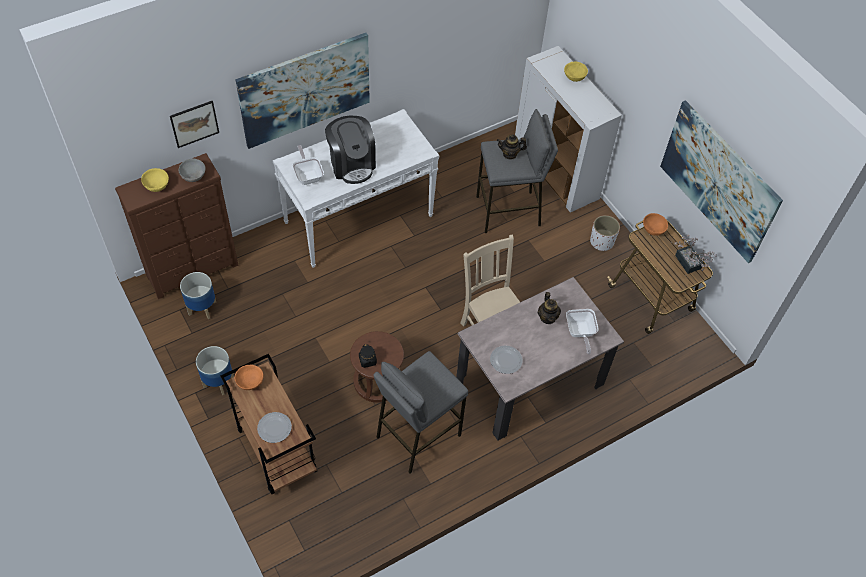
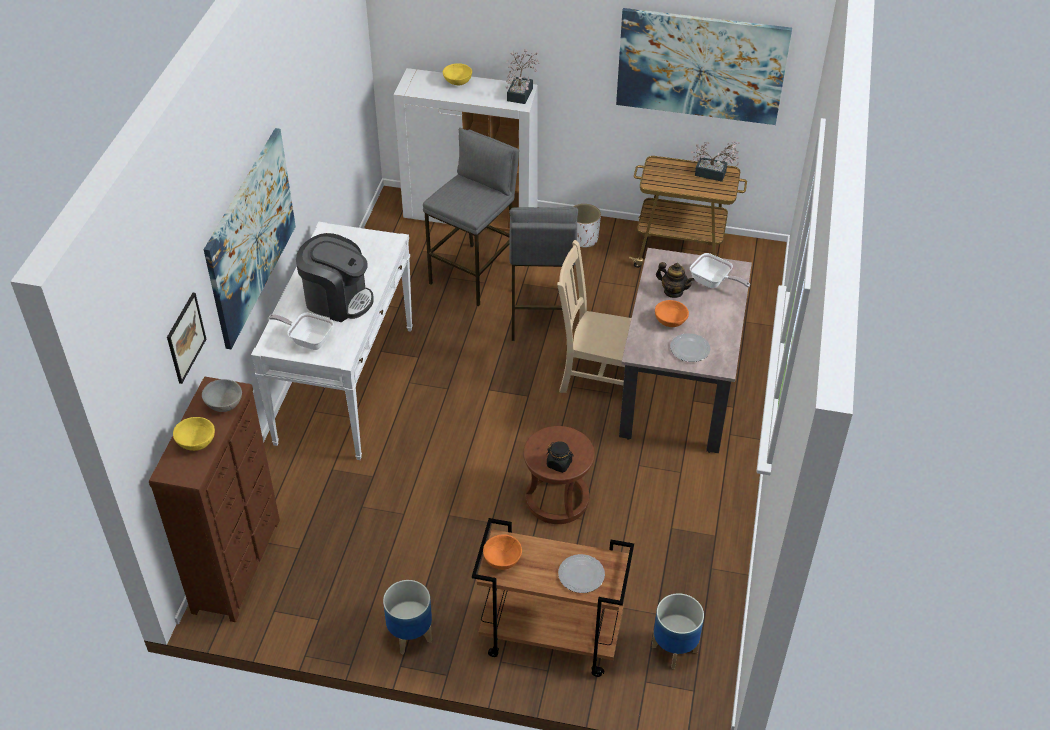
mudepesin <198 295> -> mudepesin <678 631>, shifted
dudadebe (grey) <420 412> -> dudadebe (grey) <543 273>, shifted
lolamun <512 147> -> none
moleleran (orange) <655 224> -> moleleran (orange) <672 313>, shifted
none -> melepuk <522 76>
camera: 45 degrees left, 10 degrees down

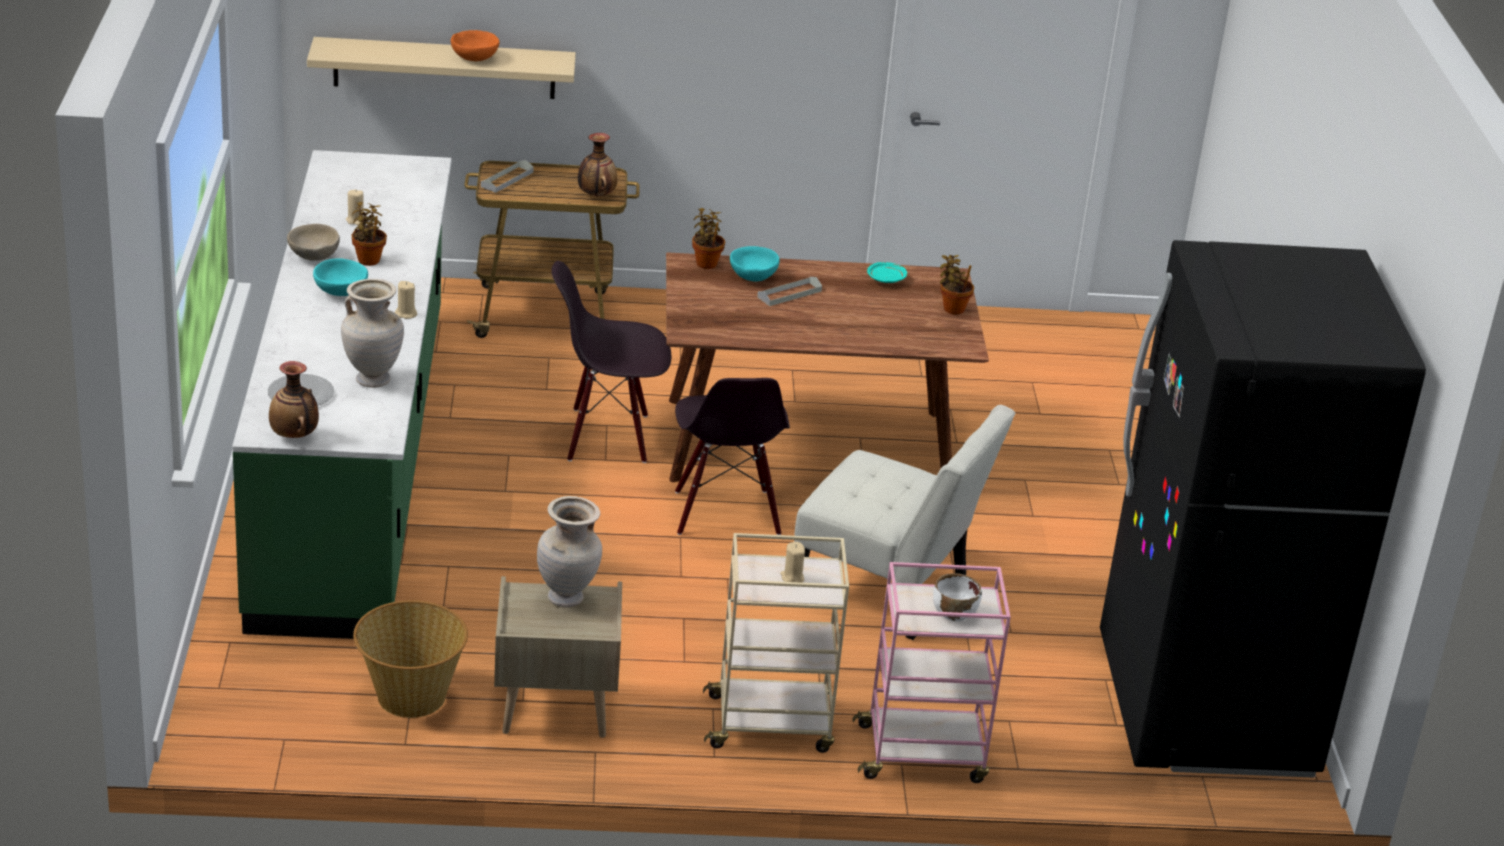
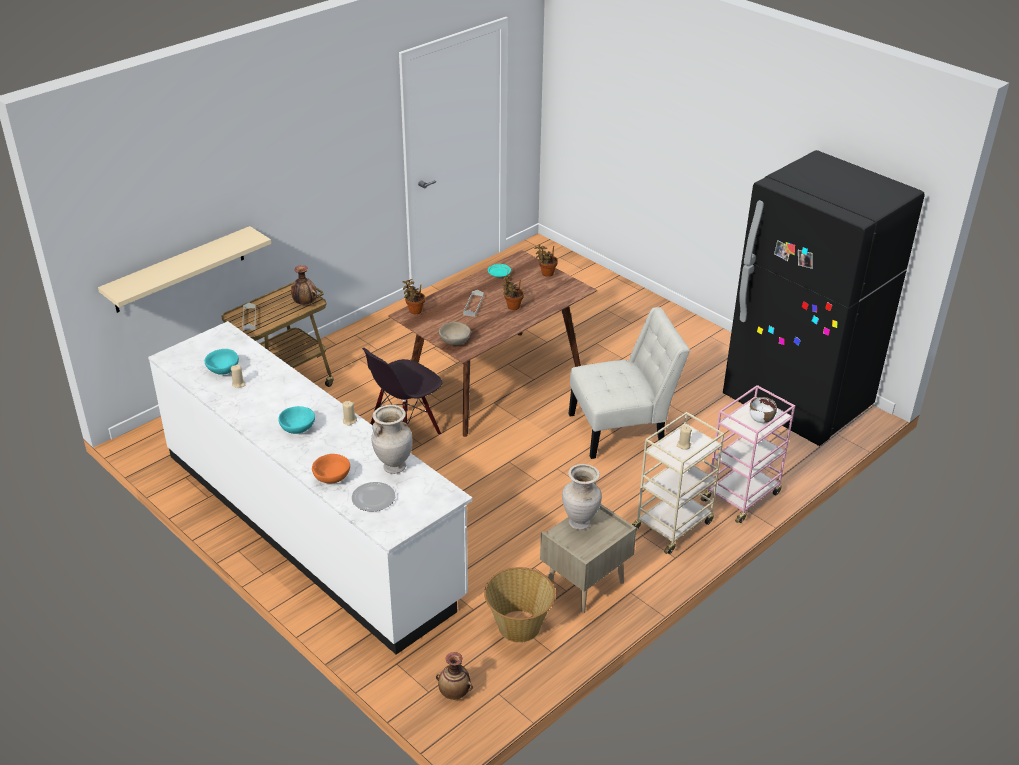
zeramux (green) <342 394> -> zeramux (white) <310 488>
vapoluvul <294 399> -> vapoluvul <454 676>, shifted
moleleran (beige) <313 242> -> moleleran (beige) <455 333>, shifted
melepuk <369 234> -> melepuk <513 292>, shifted
moleleran (orange) <475 45> -> moleleran (orange) <331 469>, shifted
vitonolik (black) <732 456> -> none
moleleran (turquoise) <755 264> -> moleleran (turquoise) <222 362>, shifted
camera: 40 degrees left, 5 degrees up

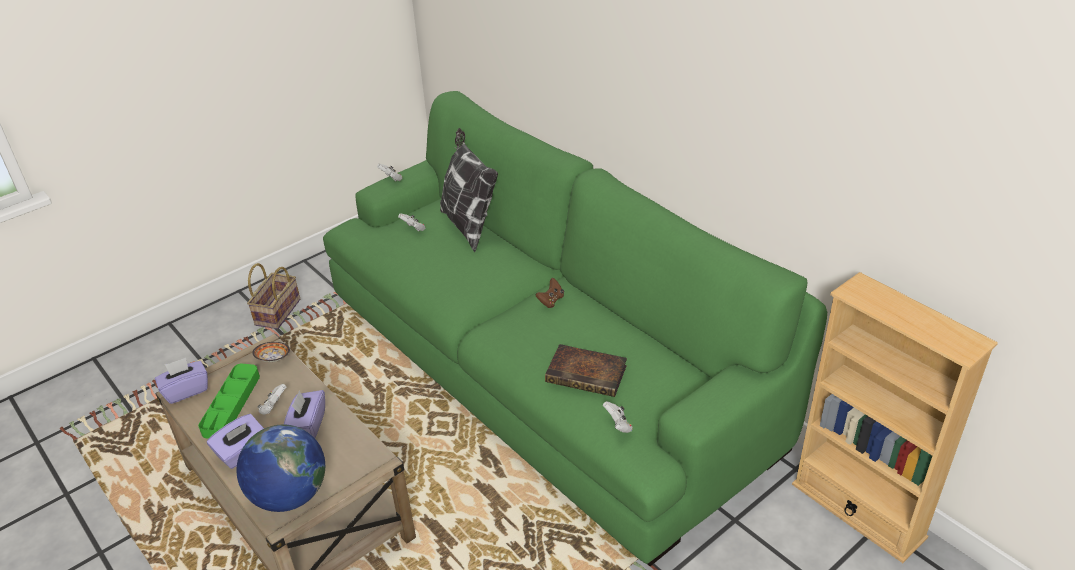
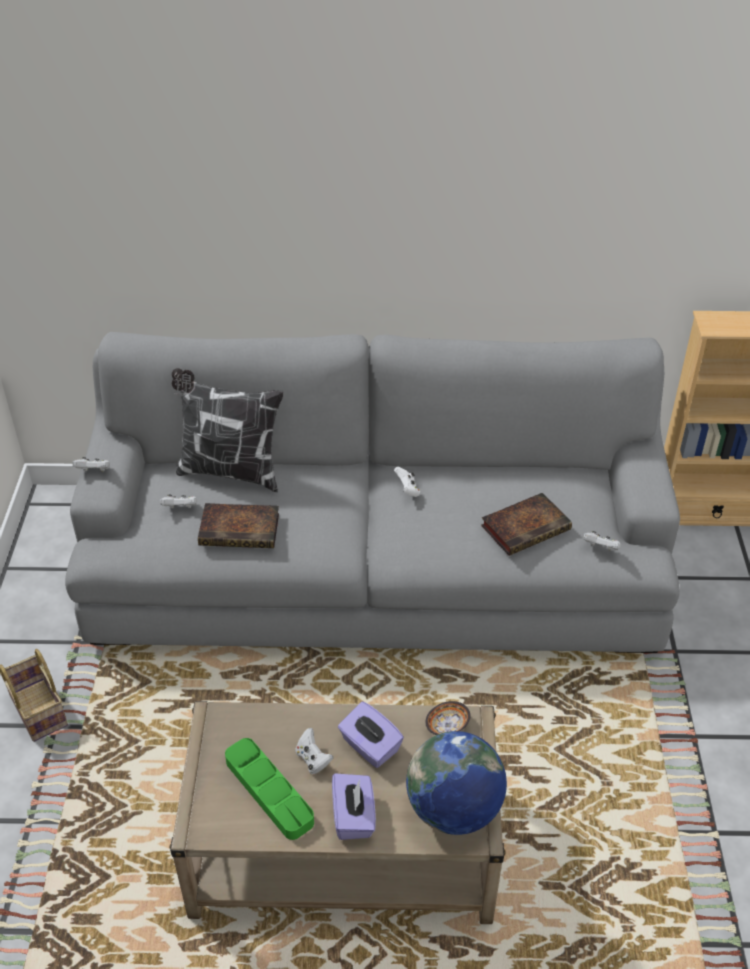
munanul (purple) <181 381> -> none
moleleran <271 352> -> moleleran <447 718>, shifted
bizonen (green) <575 328> -> bizonen (grey) <372 492>
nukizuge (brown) <550 293> -> nukizuge (white) <407 482>
none -> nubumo <238 525>
camera: 50 degrees left, 5 degrees up

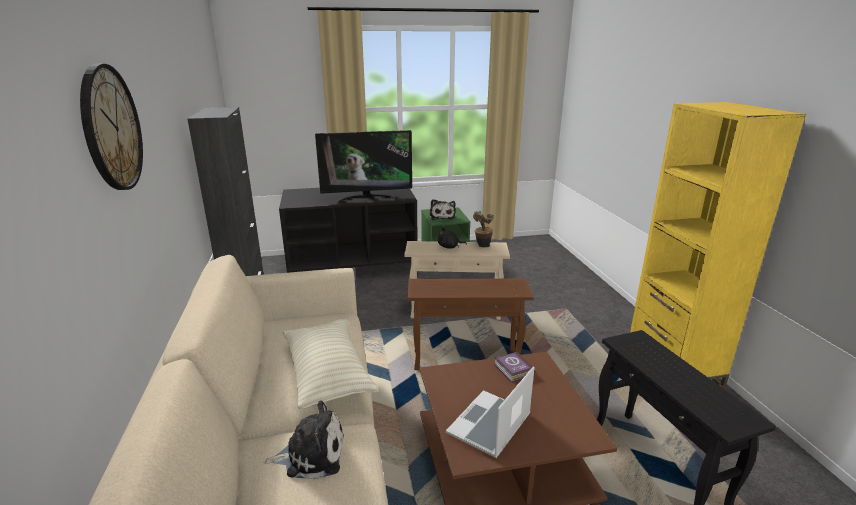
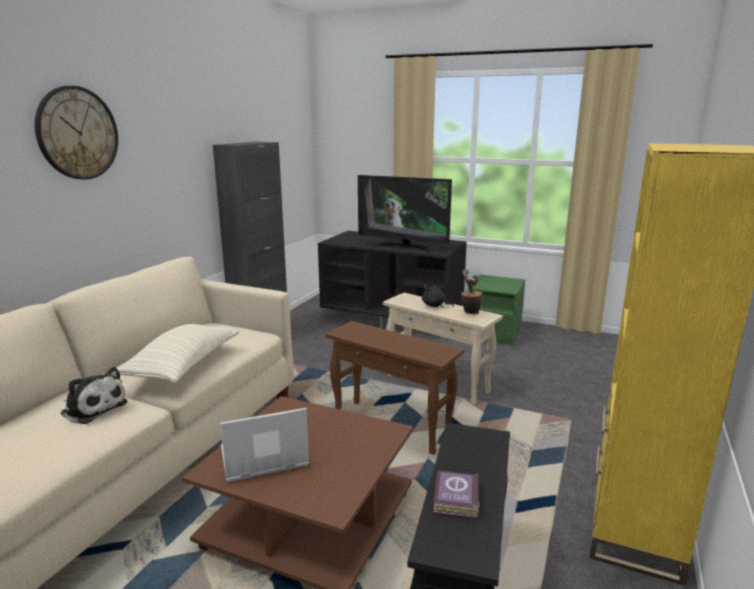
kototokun <442 209> -> none
nubumo <514 367> -> nubumo <456 495>, shifted
camera: 35 degrees right, 5 degrees down

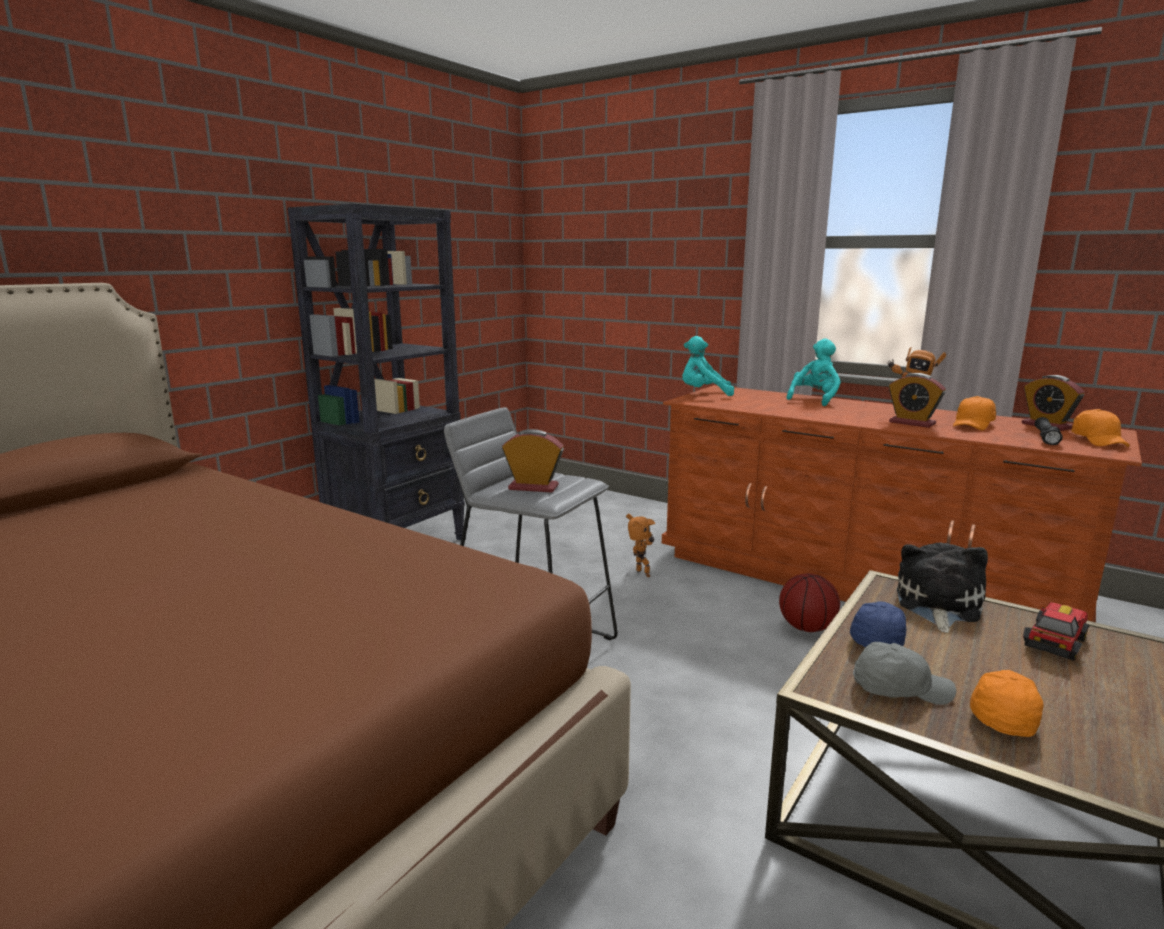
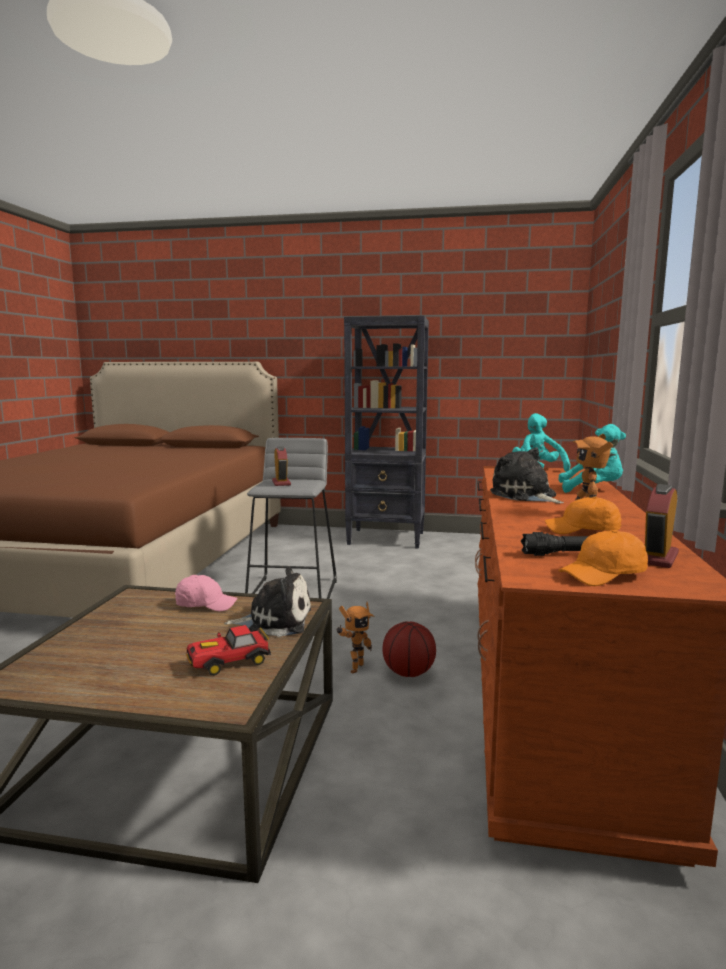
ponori <641 545> -> ponori <356 638>, shifted
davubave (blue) <878 624> -> davubave (pink) <206 593>
davubave (grey) <904 673> -> none
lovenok <917 400> -> none
davubave (orange) <1006 703> -> none
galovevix <1056 631> -> galovevix <228 650>, 135 degrees clockwise
none -> kototokun <527 475>
camera: 65 degrees right, 5 degrees down

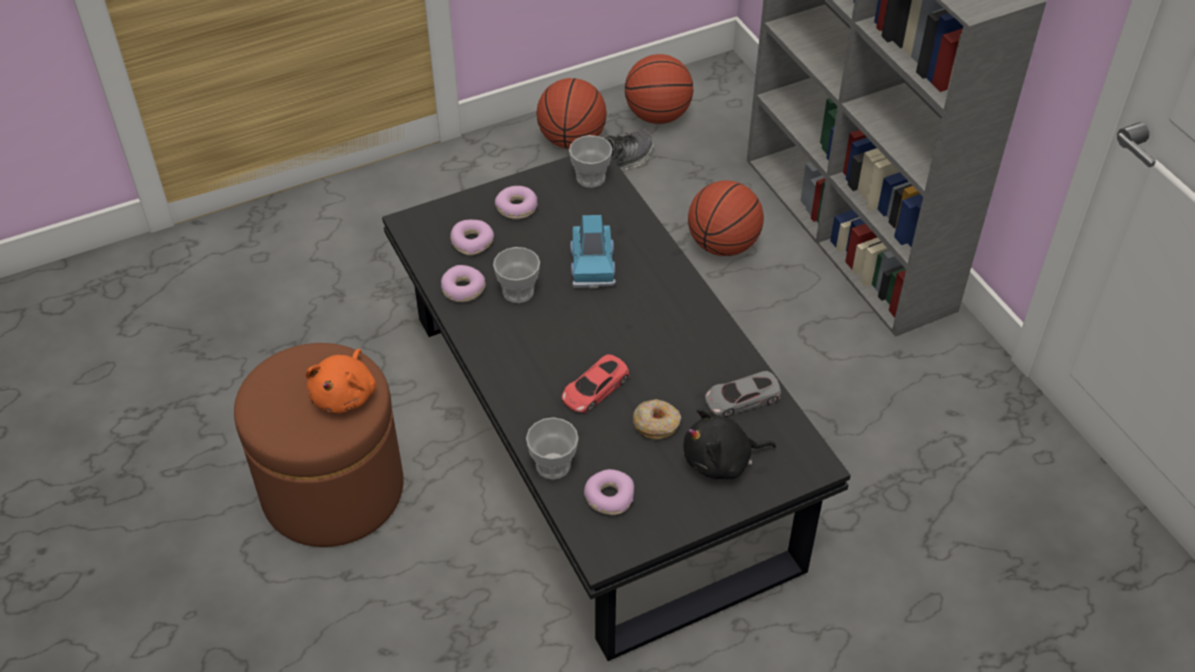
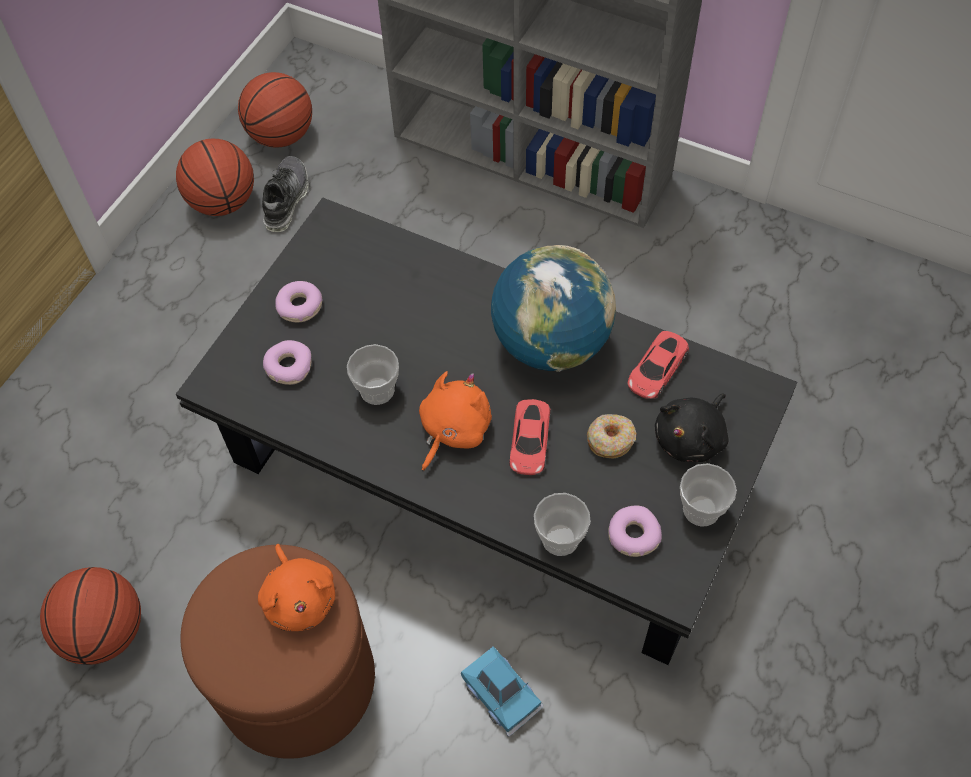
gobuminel <463 283> -> none
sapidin <590 161> -> sapidin <708 495>, shifted
galovevix (blue) <593 251> -> galovevix (blue) <502 692>, shifted
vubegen <726 218> -> vubegen <90 616>, shifted
galovevix (grey) <743 394> -> galovevix (red) <658 365>
none -> kototokun (orange) <455 421>
none -> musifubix <553 308>
camera: 35 degrees left, 10 degrees up

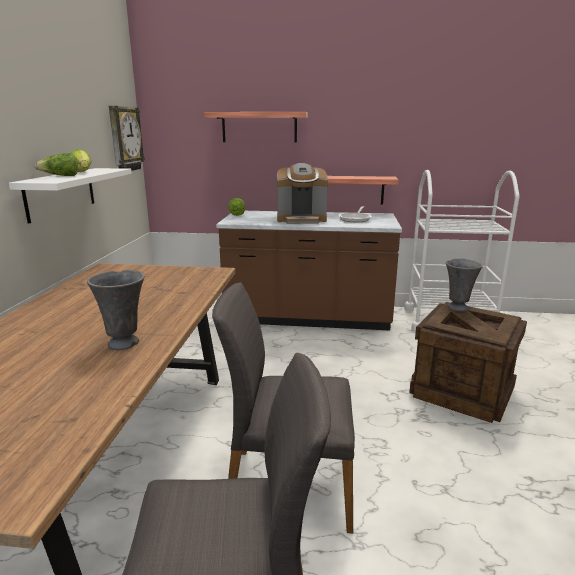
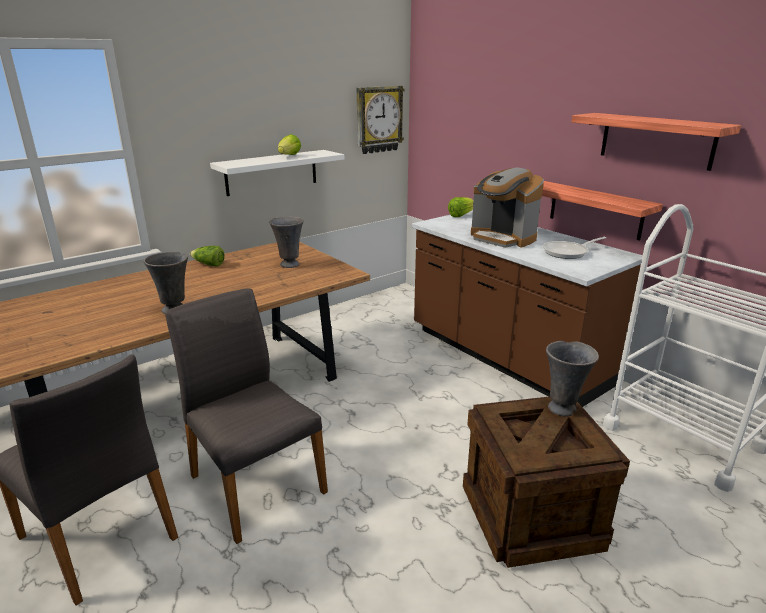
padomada <56 164> -> padomada <207 256>, shifted
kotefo <256 127> -> kotefo <656 142>, shifted
none -> vapoluvul (grey) <286 242>
camera: 45 degrees right, 5 degrees up

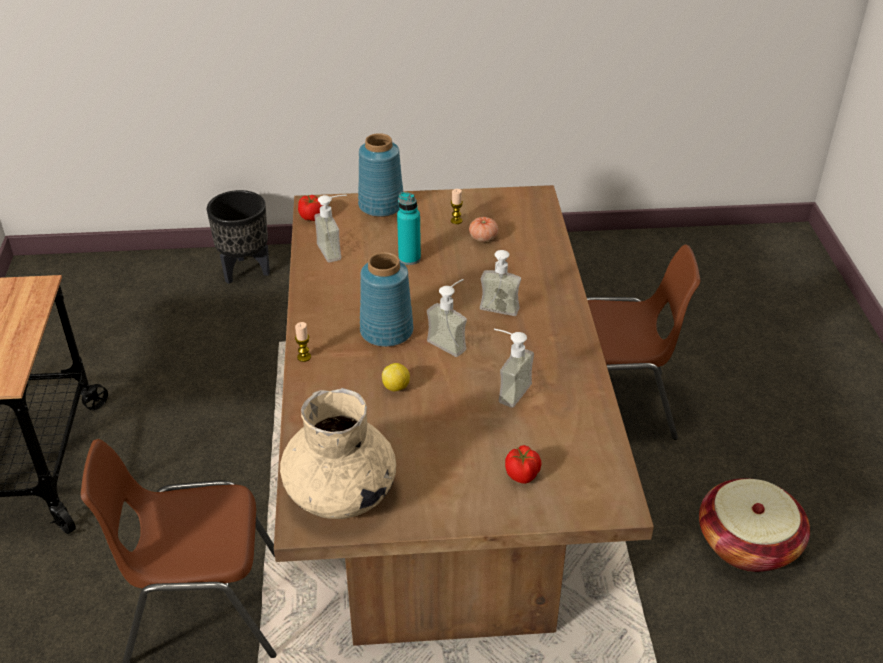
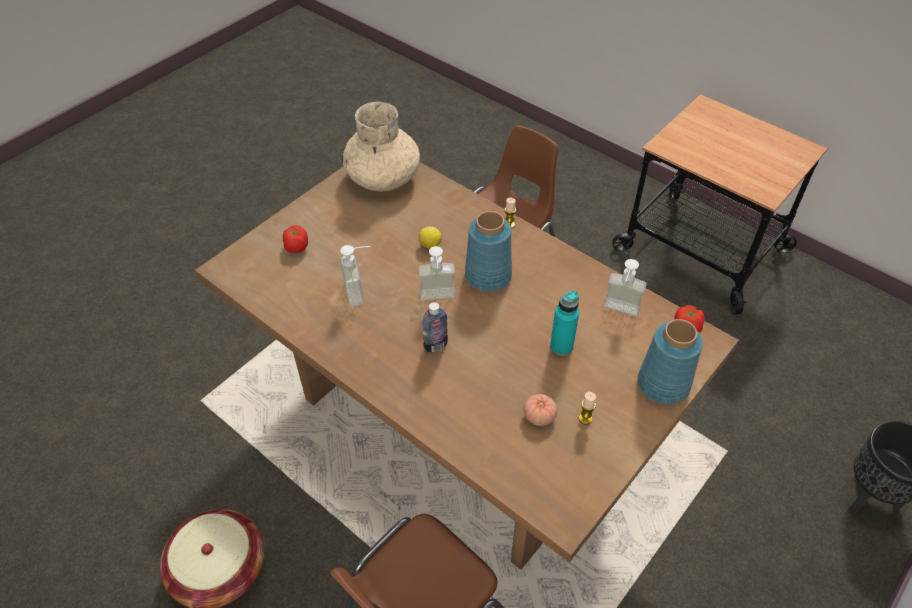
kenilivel <500 283> -> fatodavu <435 327>
camera: 135 degrees right, 10 degrees up

